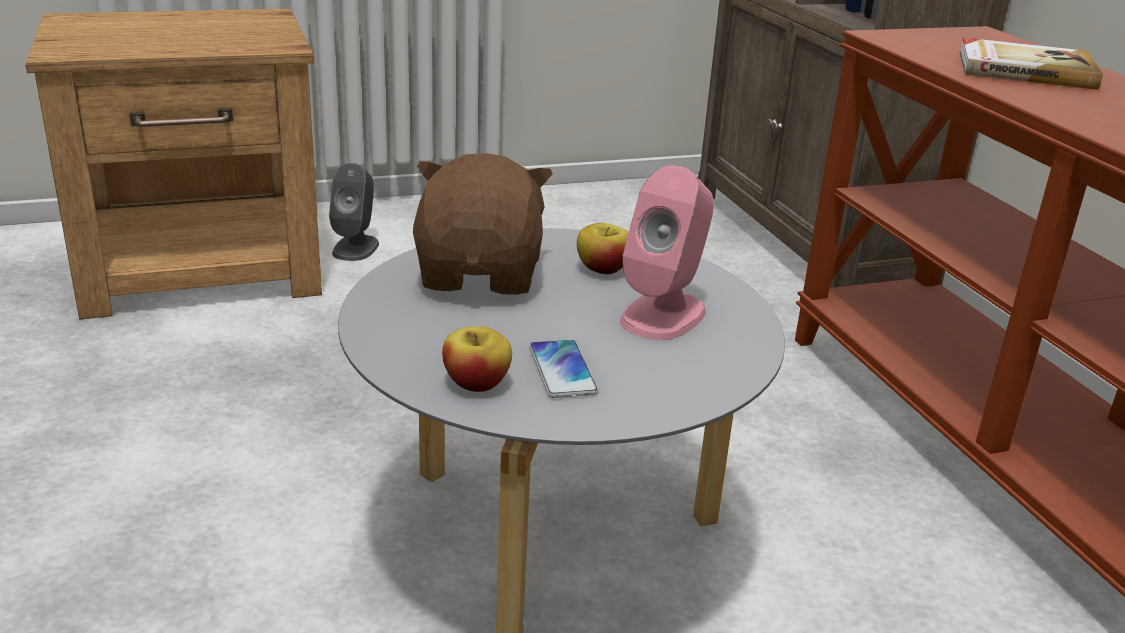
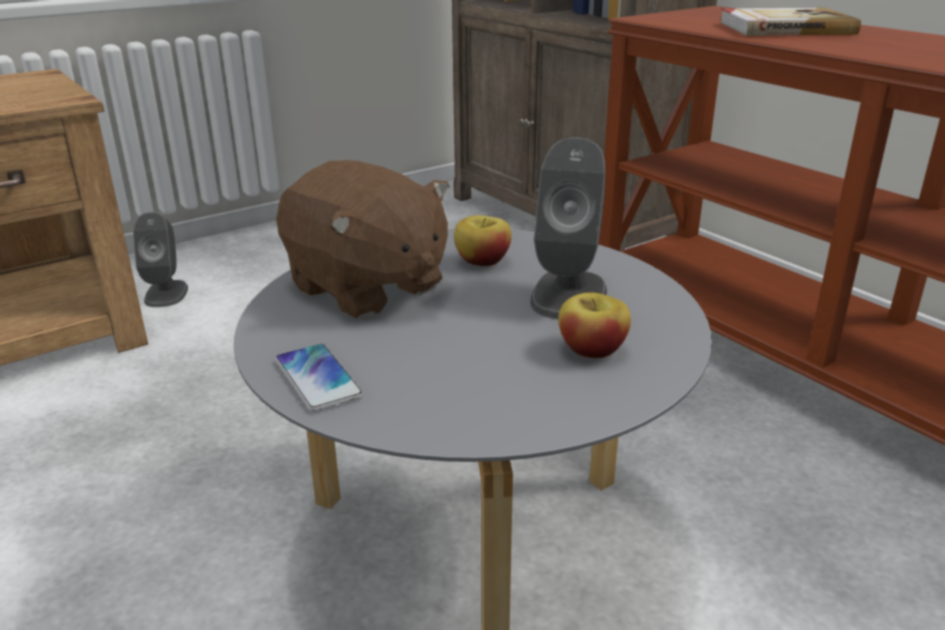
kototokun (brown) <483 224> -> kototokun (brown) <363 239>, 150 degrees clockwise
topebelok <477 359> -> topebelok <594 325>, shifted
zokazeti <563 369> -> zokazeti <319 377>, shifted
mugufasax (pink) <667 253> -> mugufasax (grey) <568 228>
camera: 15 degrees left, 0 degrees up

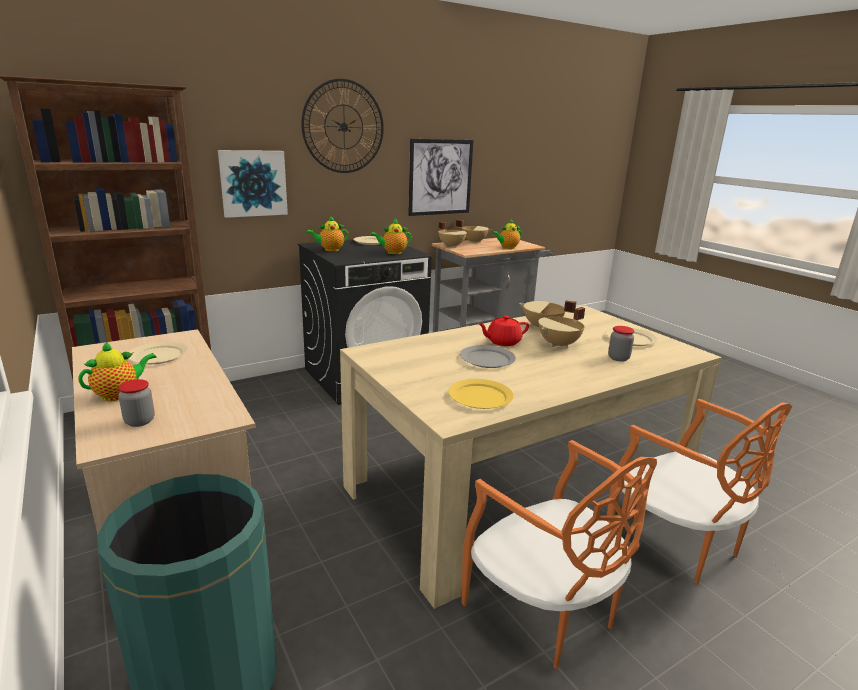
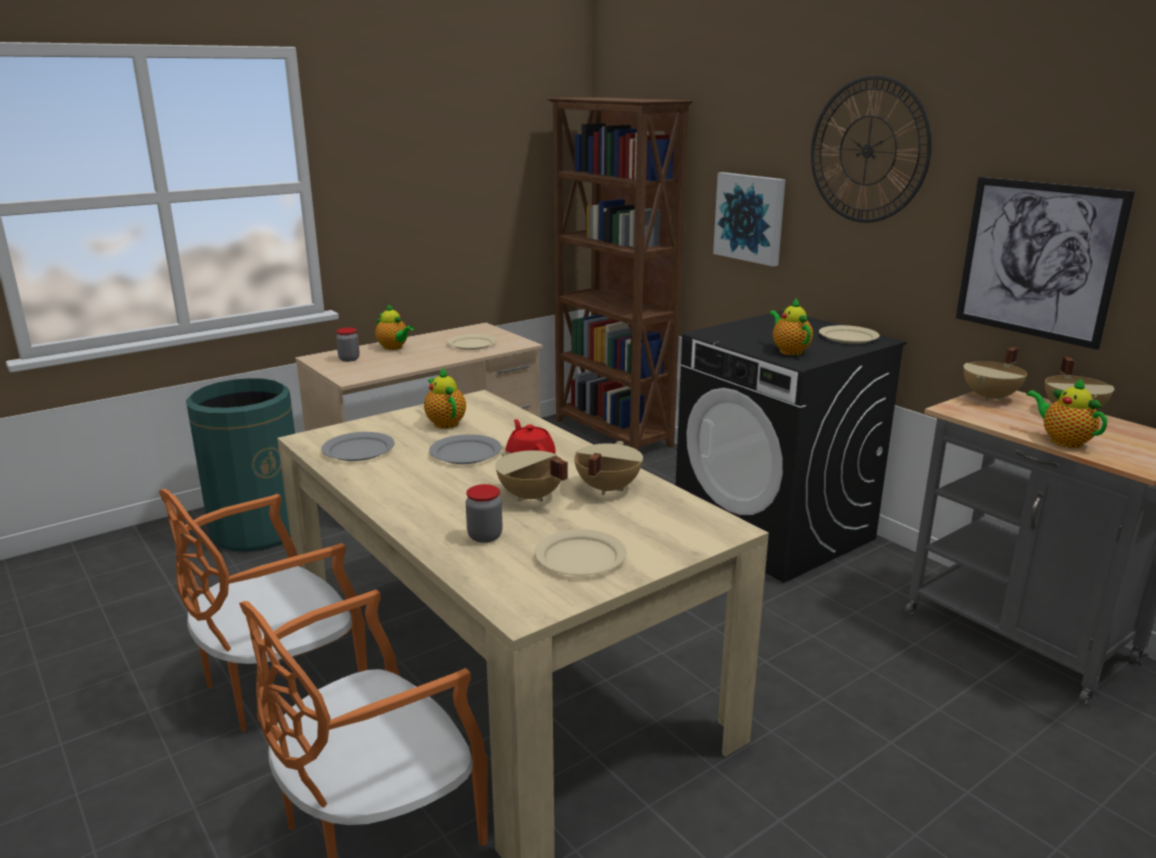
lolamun <327 233> -> lolamun <445 398>, shifted
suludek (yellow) <480 394> -> suludek (grey) <358 446>
camera: 85 degrees right, 0 degrees up

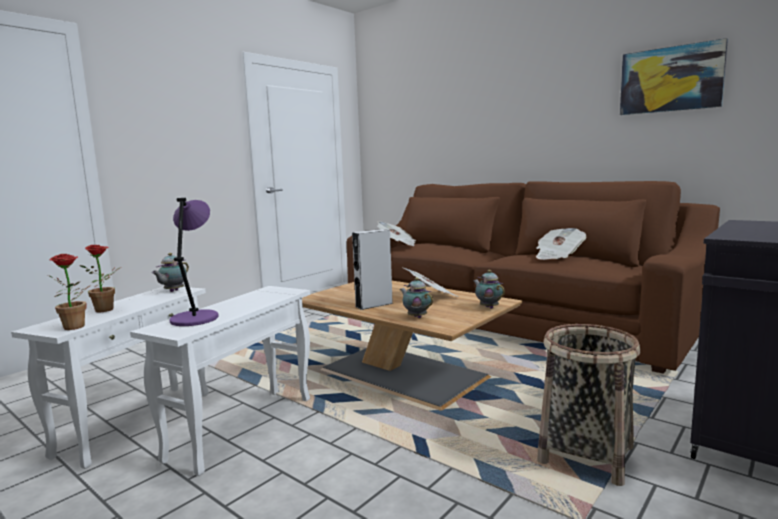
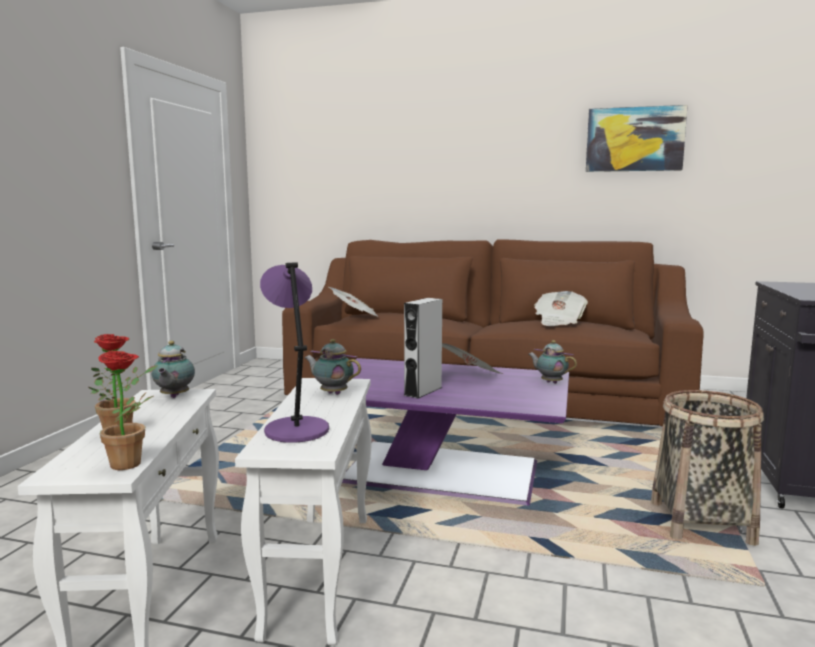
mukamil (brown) <412 346> -> mukamil (purple) <455 432>
lolamun <416 297> -> lolamun <332 367>, shifted
camera: 25 degrees left, 0 degrees up

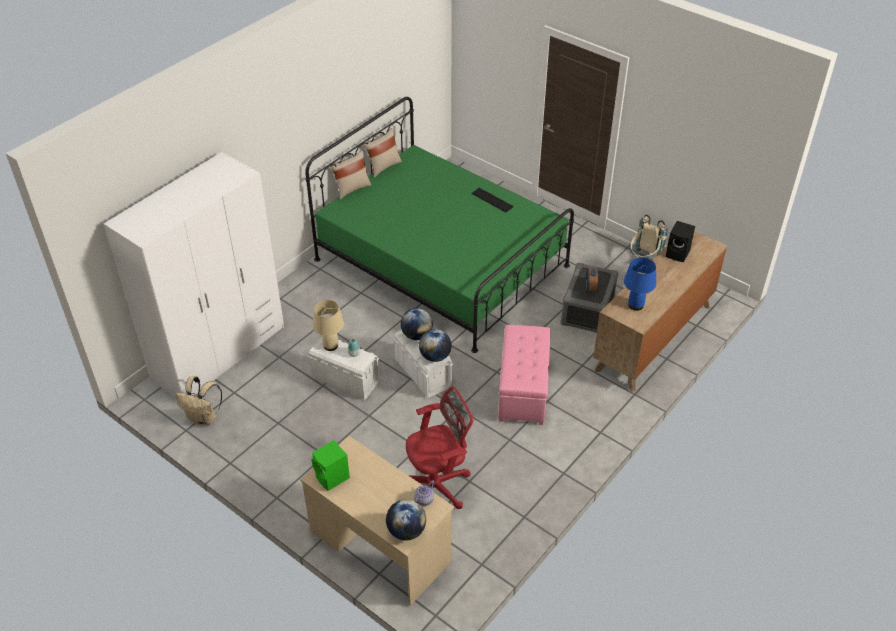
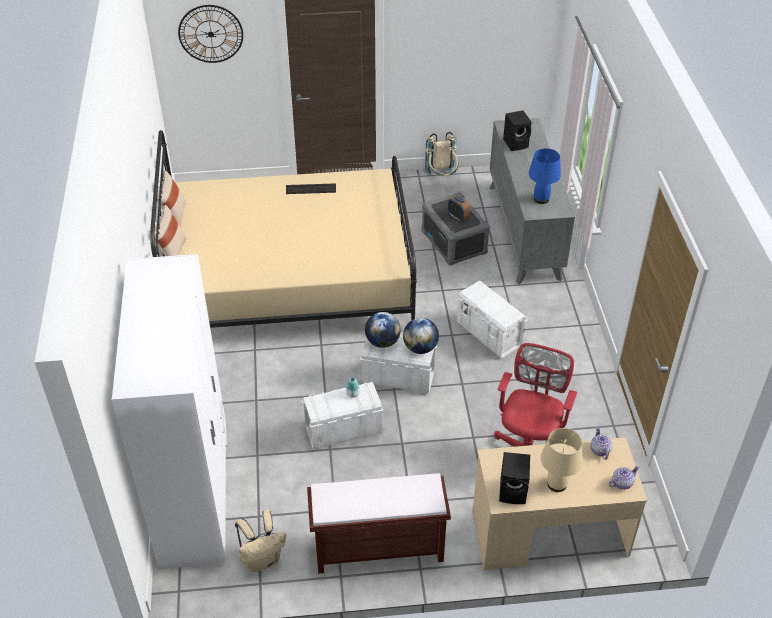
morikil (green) <439 225> -> morikil (beige) <283 229>
mugufasax (green) <331 465> -> mugufasax (black) <514 478>
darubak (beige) <328 325> -> darubak (beige) <562 460>, shifted
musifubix <406 520> -> lolamun <624 477>
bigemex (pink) <524 375> -> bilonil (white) <492 319>
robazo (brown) <660 311> -> robazo (grey) <532 201>
none -> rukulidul <210 34>
none -> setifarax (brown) <379 523>
camera: 45 degrees left, 0 degrees up

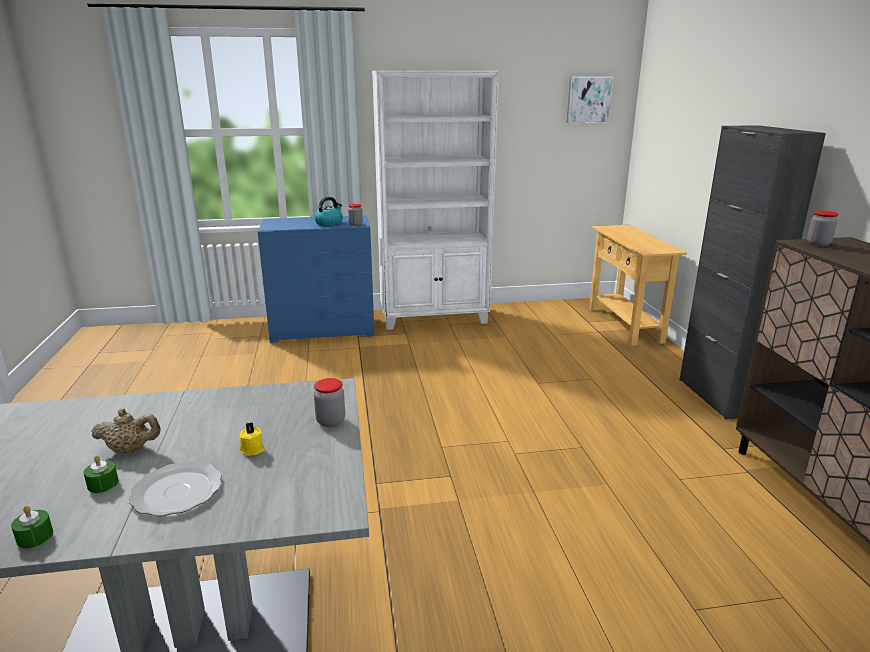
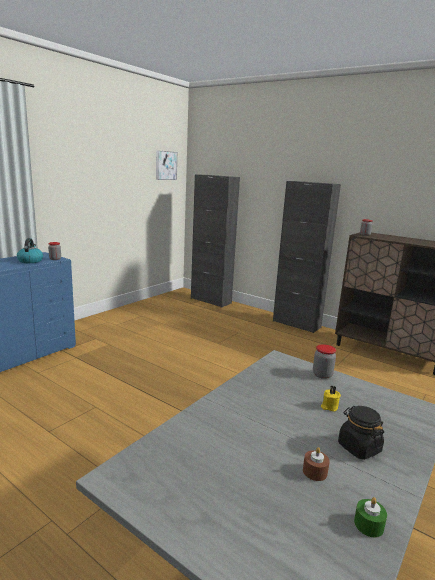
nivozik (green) <101 474> -> nivozik (brown) <316 464>
lolamun (beige) <126 431> -> none
suludek <175 488> -> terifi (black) <361 433>
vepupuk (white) <435 200> -> none
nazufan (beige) <638 285> -> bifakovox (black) <215 241>
camera: 45 degrees left, 5 degrees down

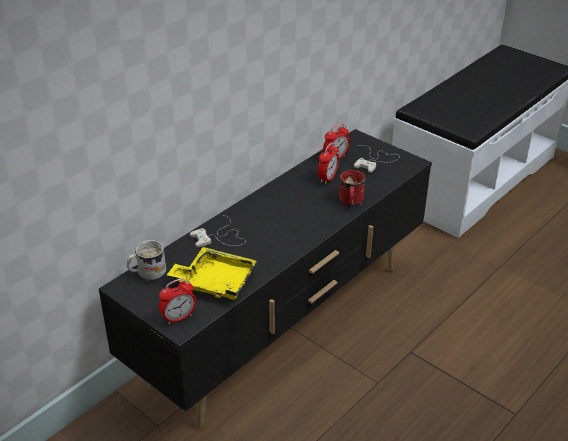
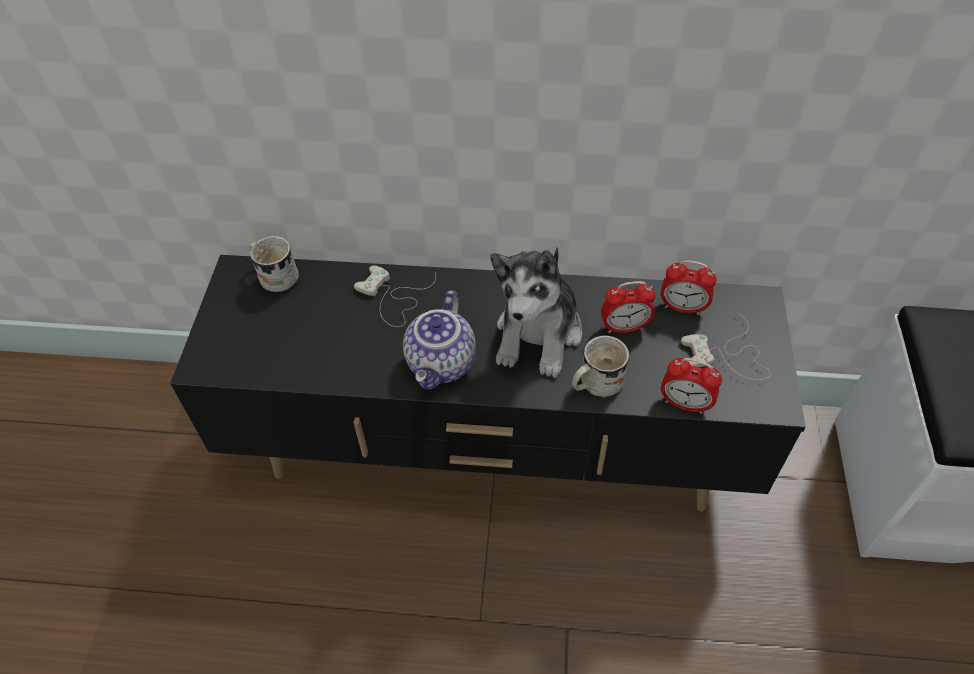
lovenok <177 301> -> lovenok <691 386>, shifted
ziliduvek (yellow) <212 273> -> none
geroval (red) <352 188> -> geroval (white) <600 367>
none -> lolamun <439 340>
none -> kototokun <536 312>
camera: 55 degrees right, 15 degrees up

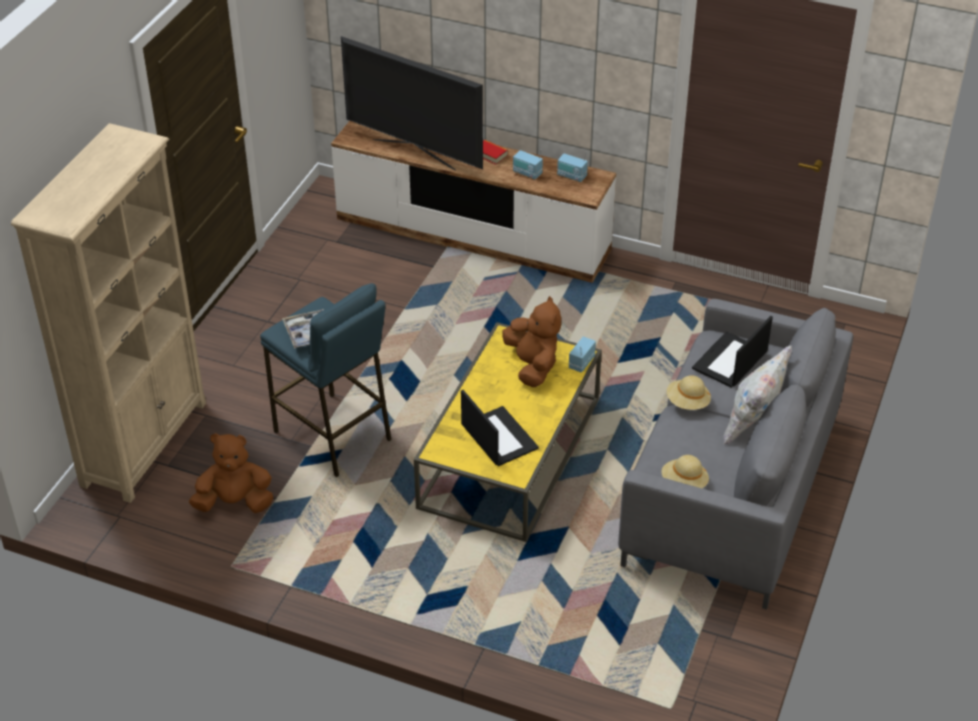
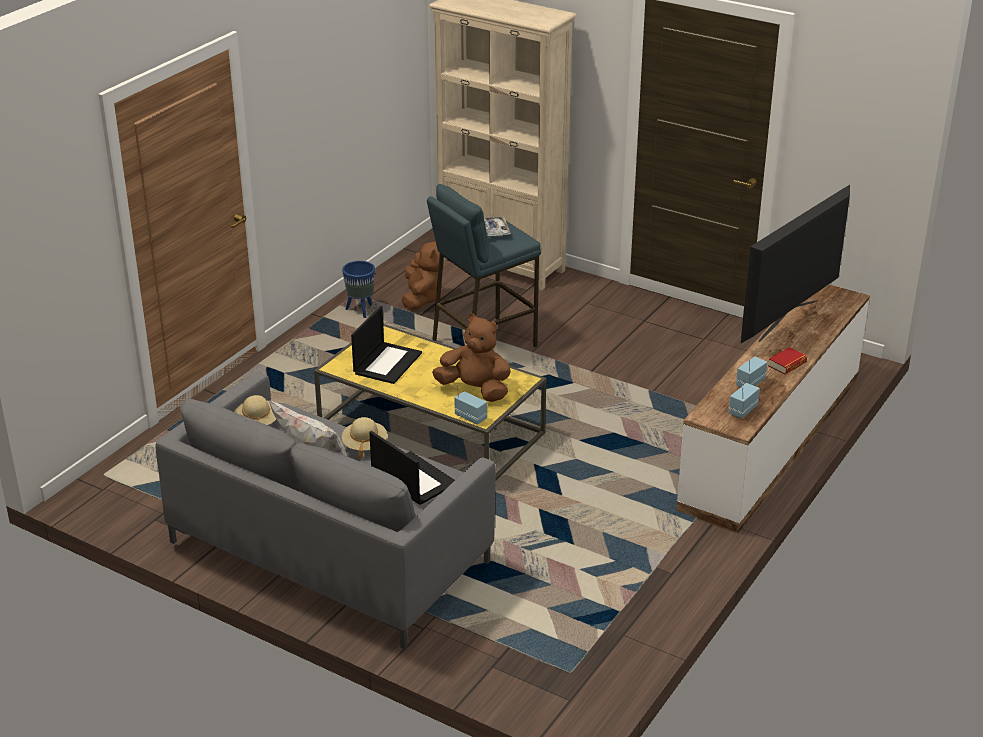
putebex <500 428> -> putebex <386 345>, 45 degrees counterclockwise
kototokun (brown) <531 341> -> kototokun (brown) <471 358>, 150 degrees counterclockwise
none -> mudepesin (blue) <358 289>
camera: 100 degrees right, 10 degrees down

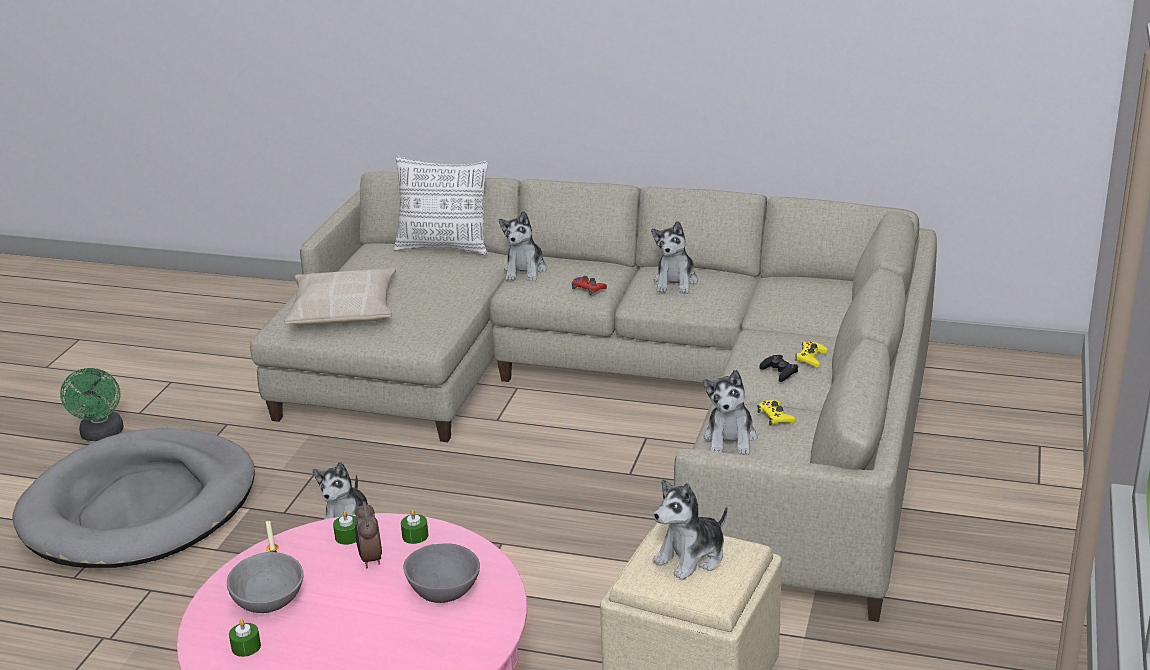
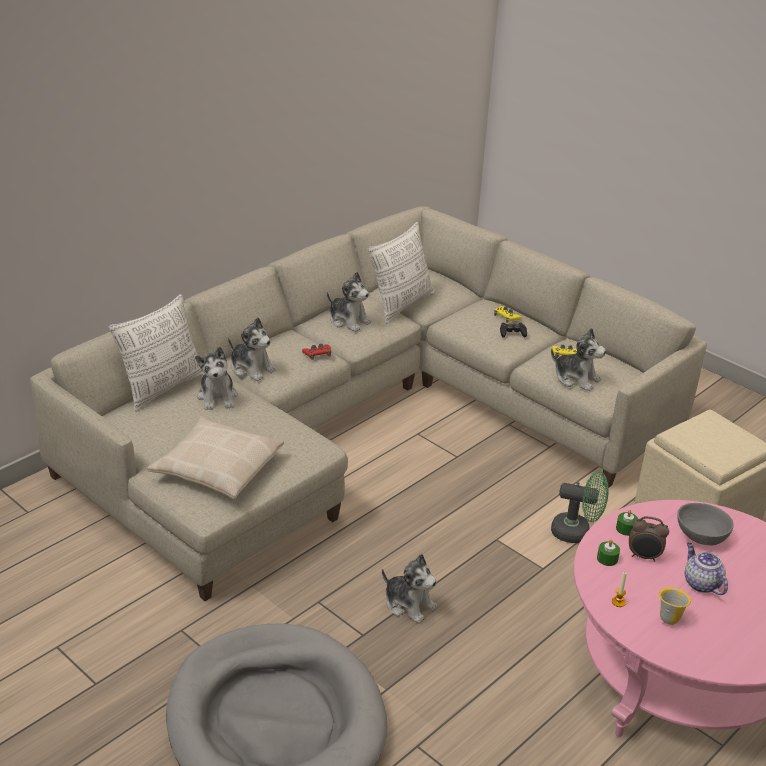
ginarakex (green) <92 404> -> ginarakex (green) <580 507>, shifted
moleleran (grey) <265 582> -> geroval (yellow) <675 606>
nivozik (green) <245 638> -> none
kototokun <690 529> -> kototokun <216 378>, shifted
none -> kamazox <401 273>
none -> lolamun <706 568>
camera: 65 degrees left, 5 degrees up

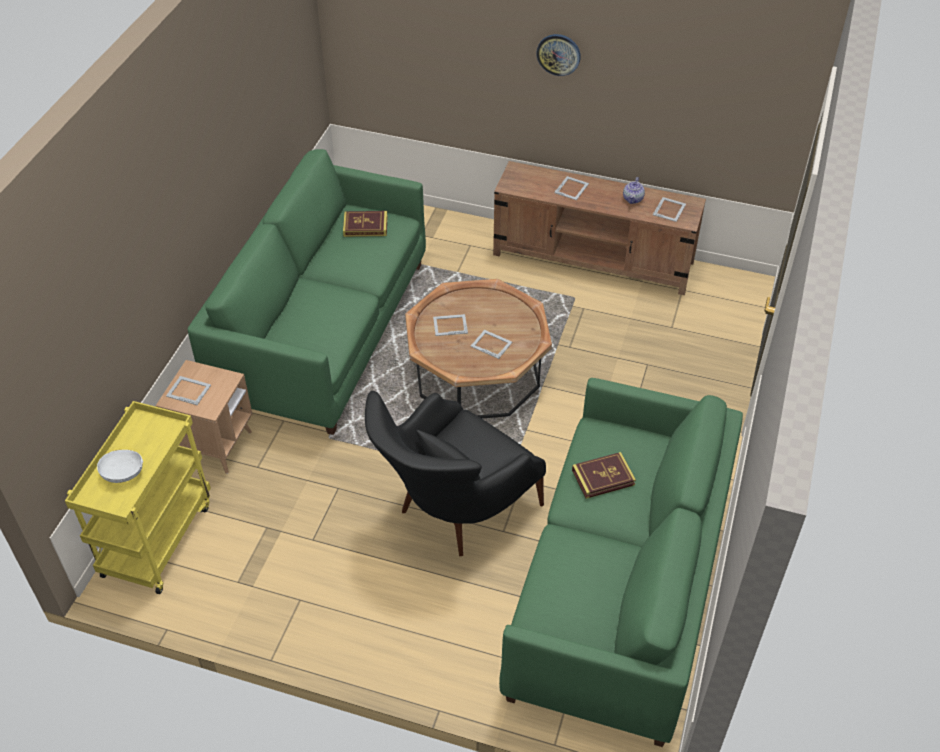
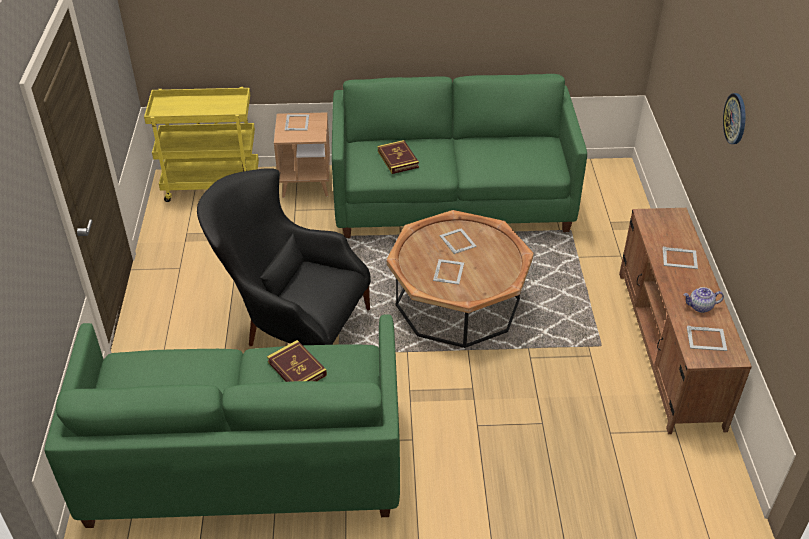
moleleran (white) <120 466> -> none
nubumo <365 224> -> nubumo <398 157>, shifted
camera: 70 degrees right, 5 degrees down

